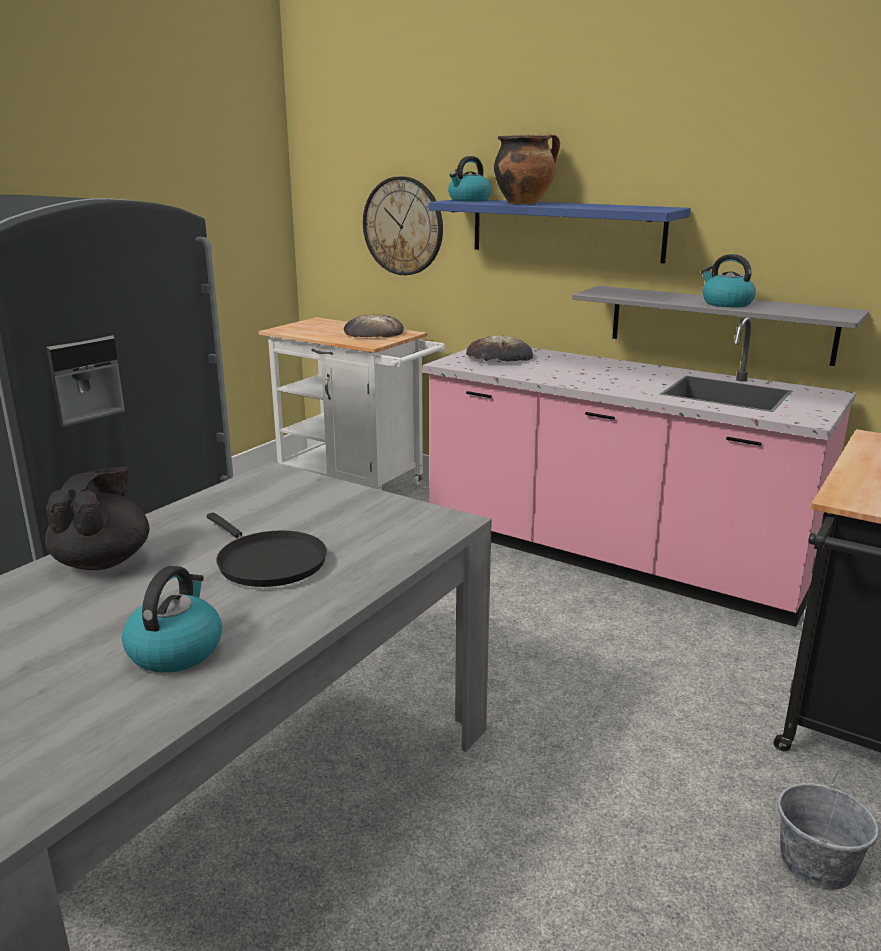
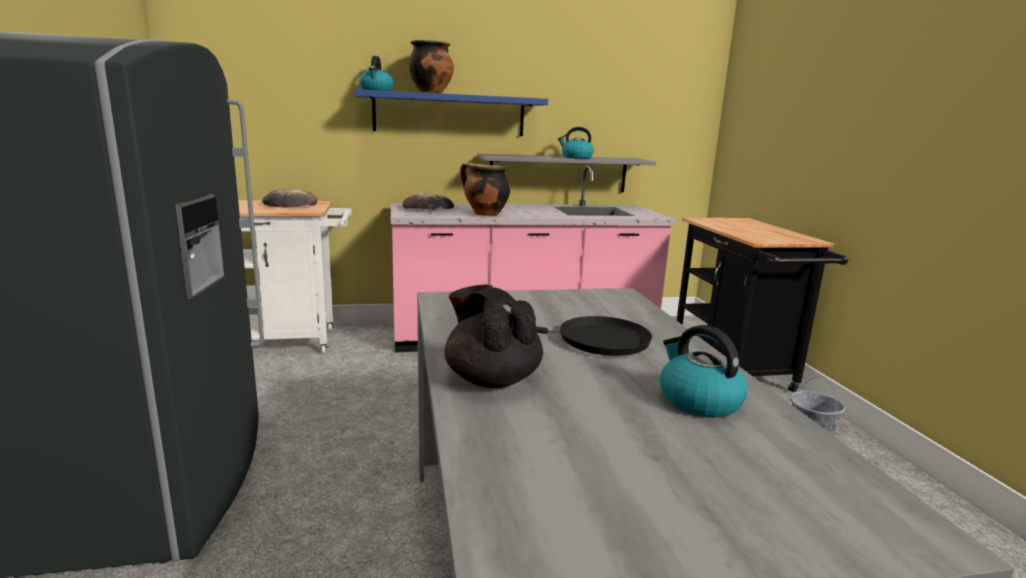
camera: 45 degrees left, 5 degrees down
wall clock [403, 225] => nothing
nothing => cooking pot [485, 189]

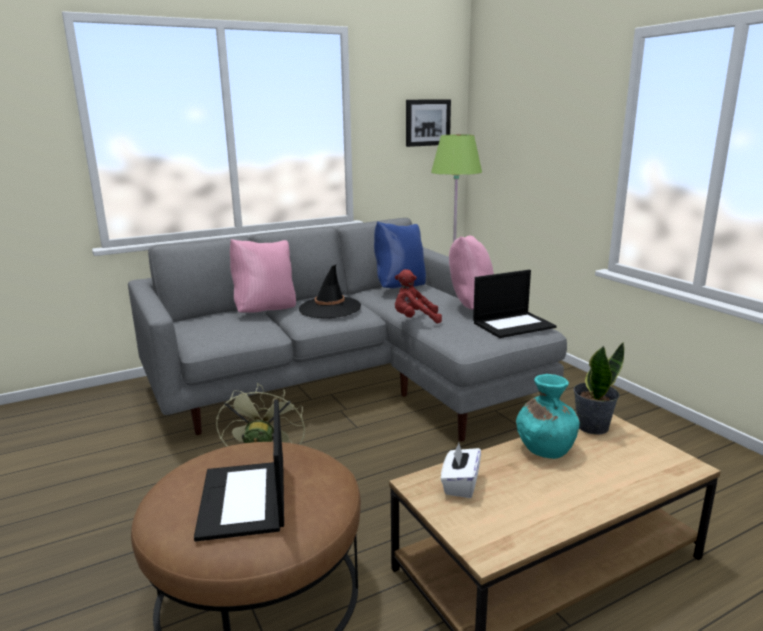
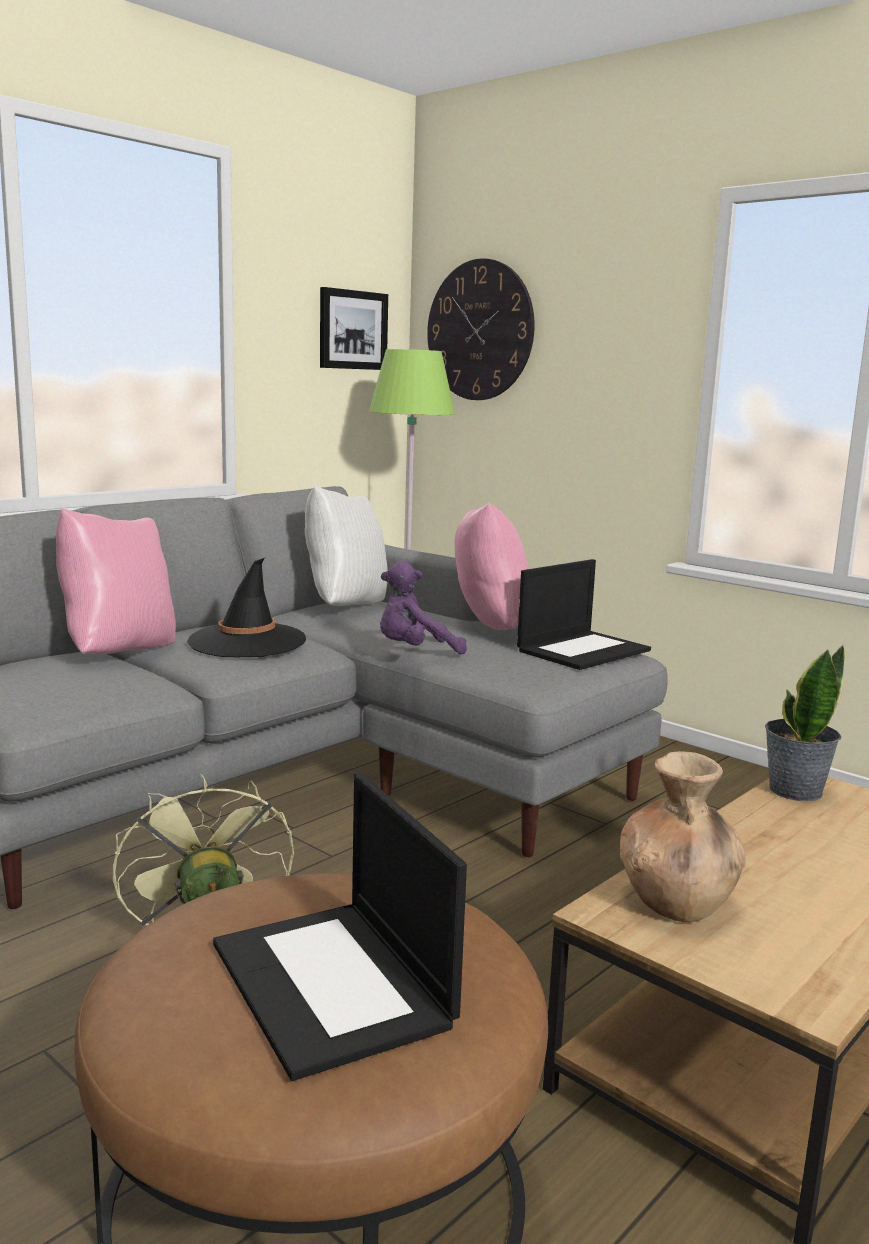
camera: 20 degrees left, 5 degrees down
vase (turquoise) [548, 416] => nothing
nothing => wall clock [481, 329]
tissue box (white) [461, 470] => vase (brown) [682, 836]
pillow (blue) [400, 254] => pillow (white) [346, 545]
plush toy (red) [418, 296] => plush toy (purple) [423, 607]

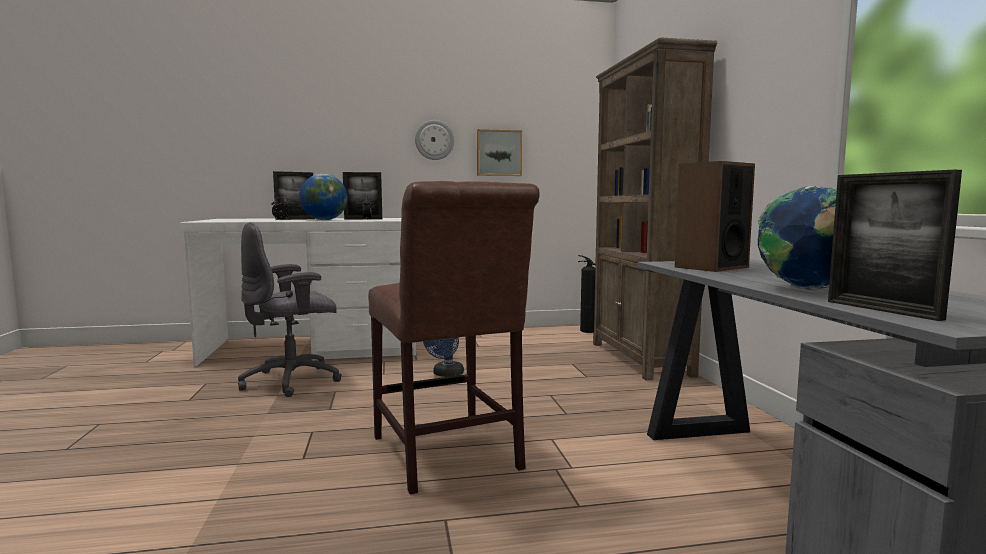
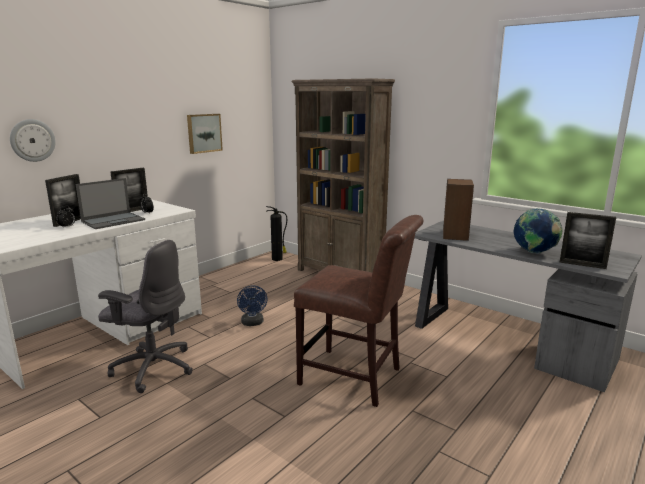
camera: 40 degrees left, 10 degrees up
wall clock [434, 140] => wall clock [33, 140], moved
globe [323, 197] => laptop [110, 203]
office chair (grey) [289, 309] => office chair (grey) [145, 316], 90 degrees counterclockwise

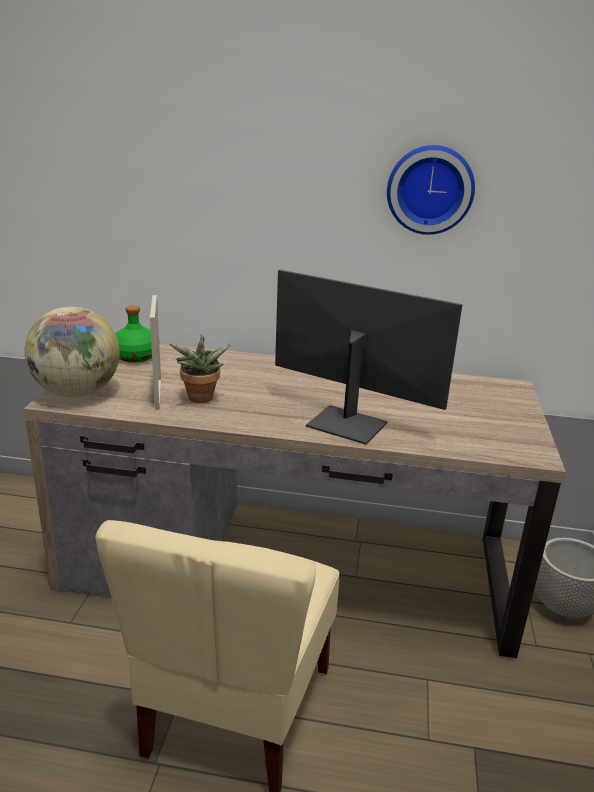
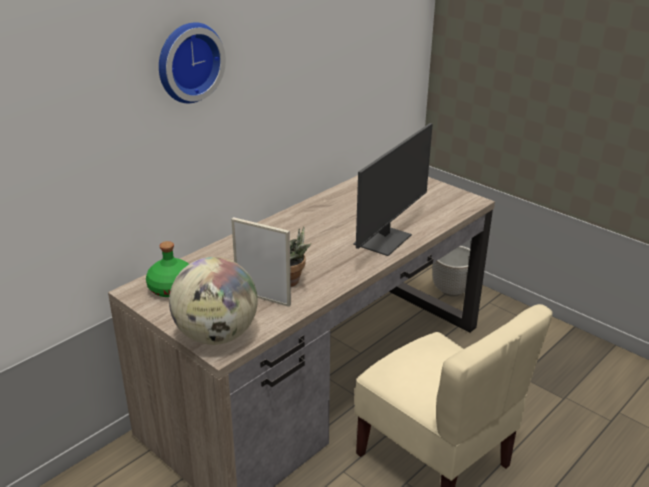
camera: 55 degrees left, 5 degrees up
wall clock [431, 190] => wall clock [192, 62], moved
monitor [369, 357] => monitor [393, 189], 150 degrees clockwise

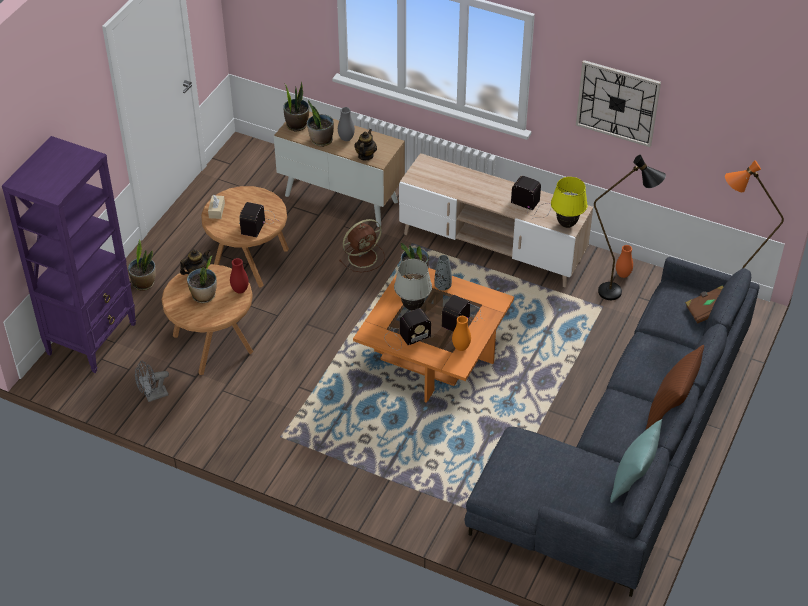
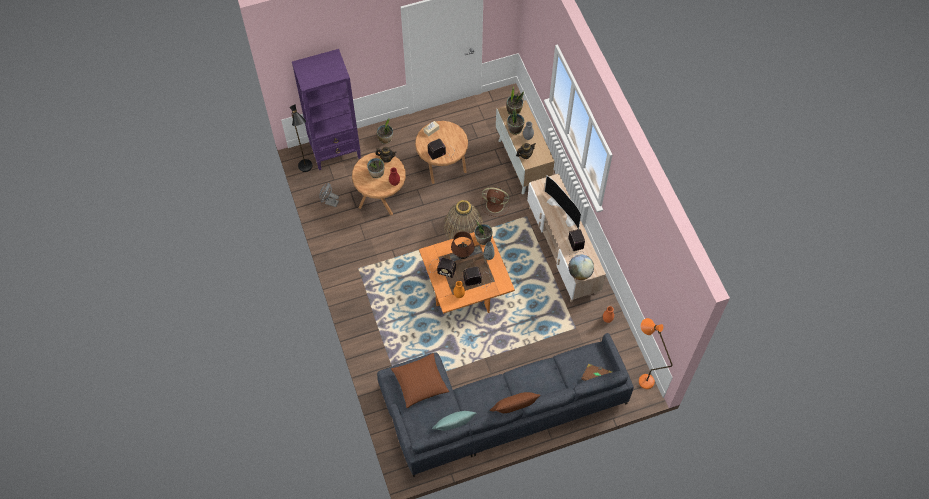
camera: 45 degrees right, 15 degrees up
wall clock [618, 103] => nothing
nothing => pillow (brown) [420, 380]
nothing => basket [463, 220]
nothing => television [563, 202]
floor lamp (black) [630, 227] => floor lamp (black) [301, 138], moved
table lamp (yellow) [569, 202] => globe [581, 267]
table lamp (white) [413, 285] => table lamp (brown) [463, 245]

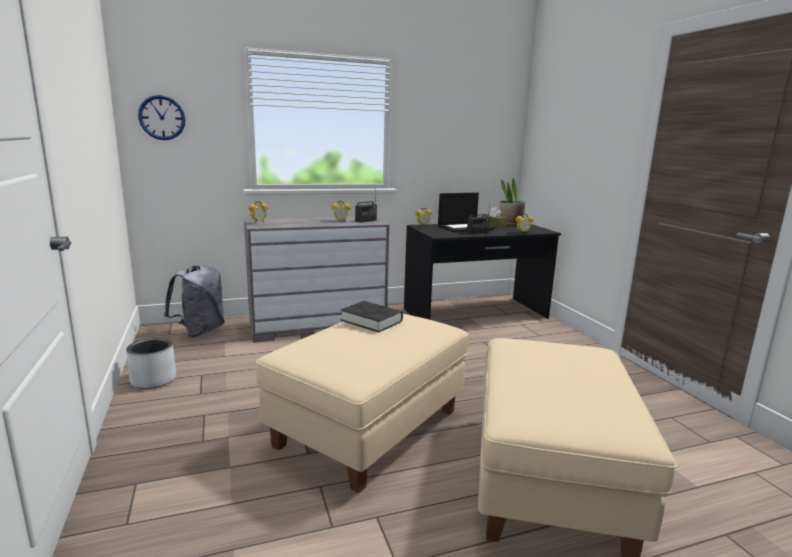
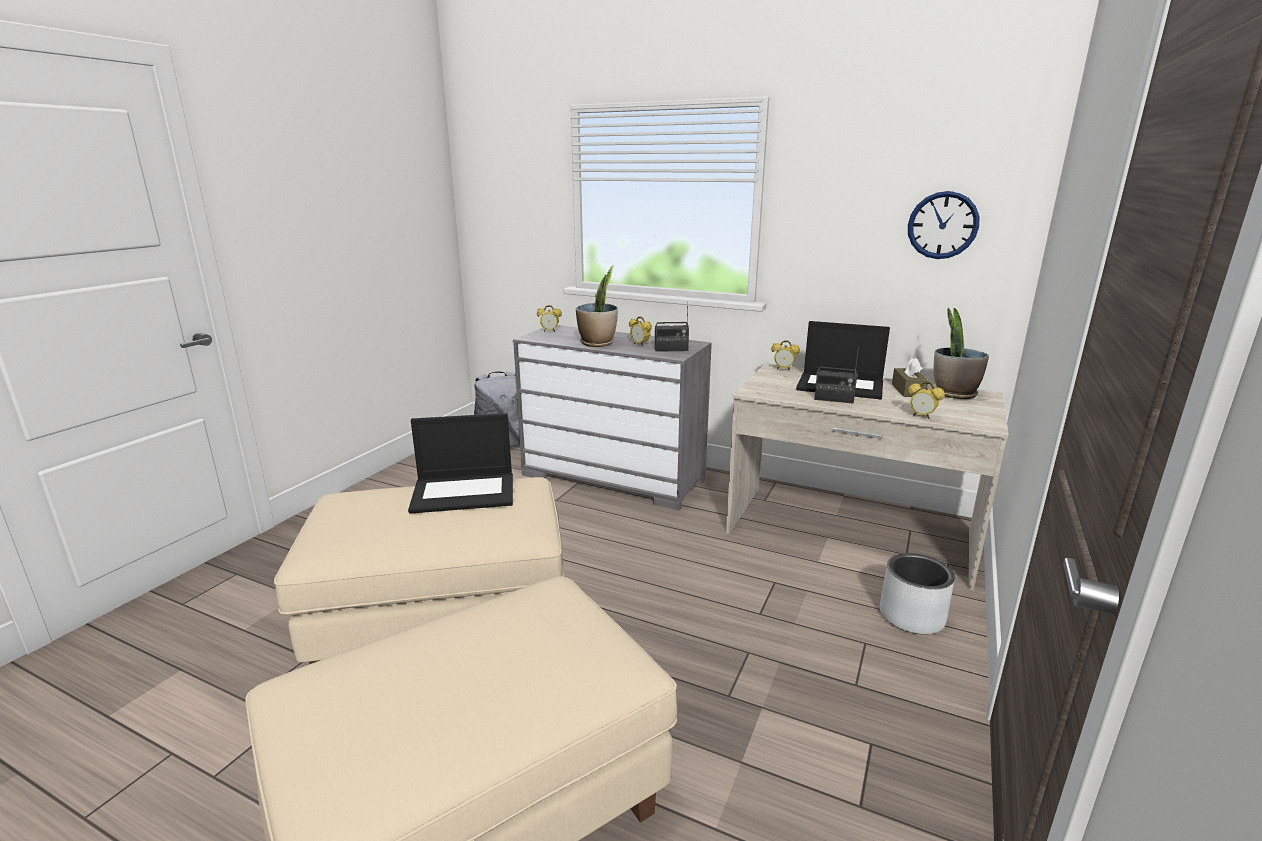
camera: 45 degrees right, 5 degrees up
nothing => potted plant [597, 306]
planter (grey) [151, 363] => planter (grey) [917, 593], moved
wall clock [161, 117] => wall clock [943, 225], moved
book (black) [372, 316] => laptop [460, 463]
desk (black) [482, 272] => desk (beige) [867, 477]

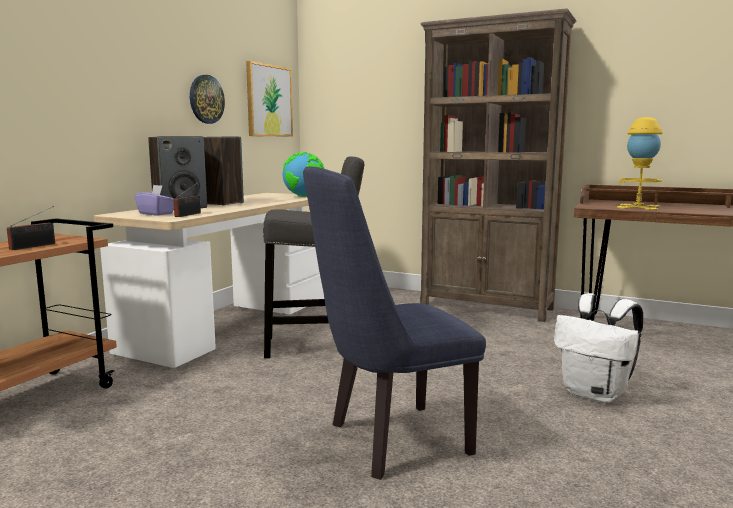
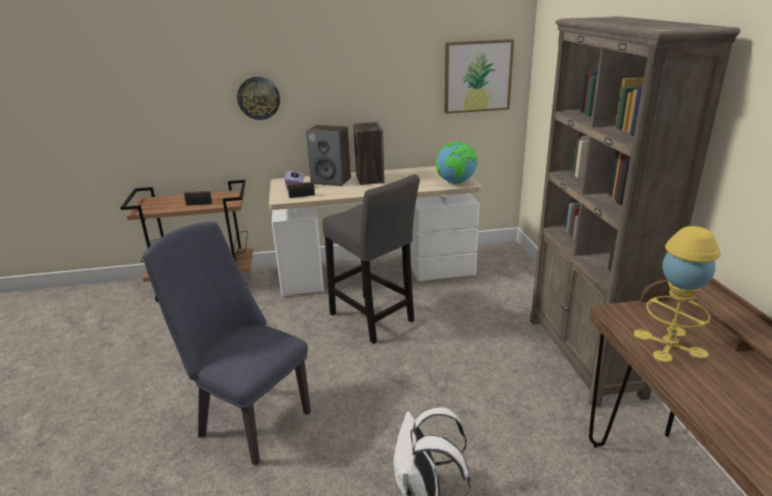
camera: 55 degrees right, 15 degrees up
wall clock [207, 99] => wall clock [258, 98], moved

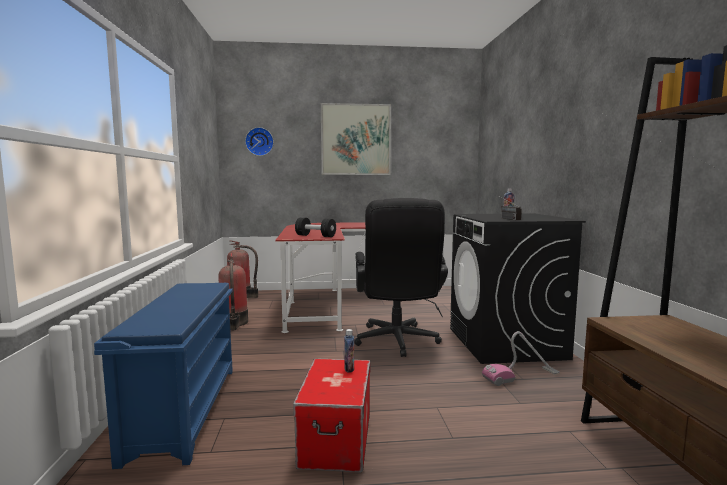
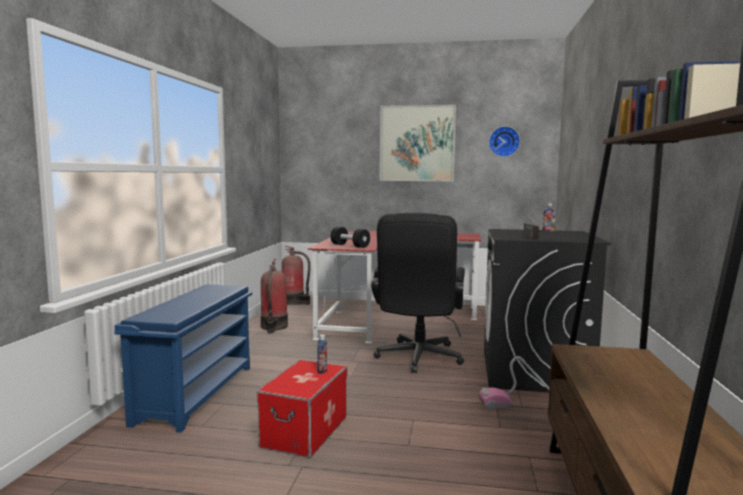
camera: 15 degrees right, 0 degrees up
wall clock [259, 141] => wall clock [504, 141], moved

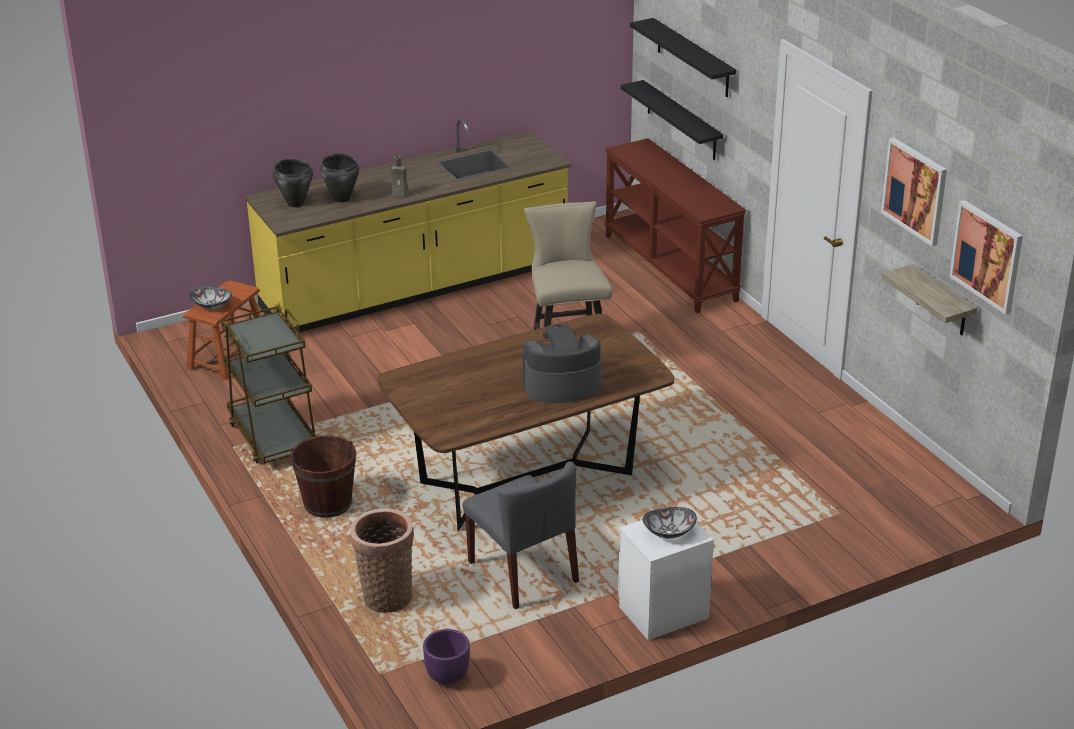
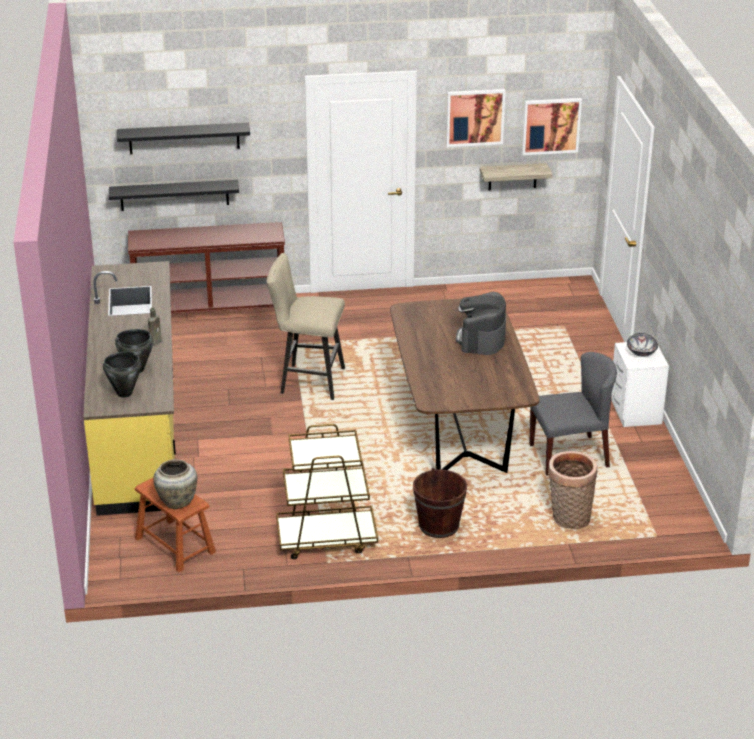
camera: 70 degrees left, 0 degrees up
planter (purple) [446, 657] => nothing
bowl [211, 298] => vase (beige) [175, 484]

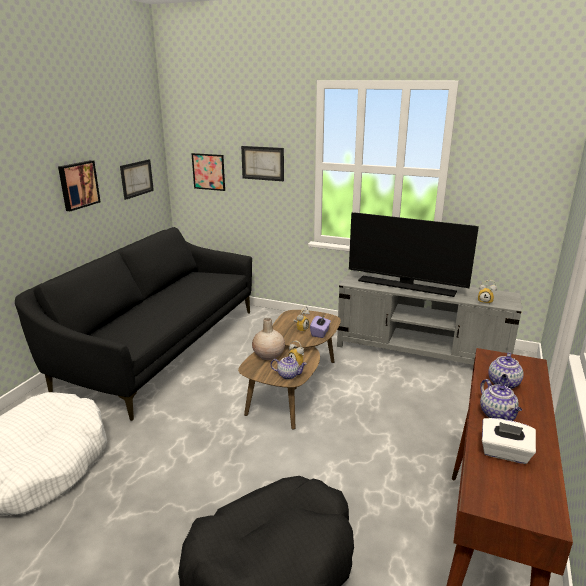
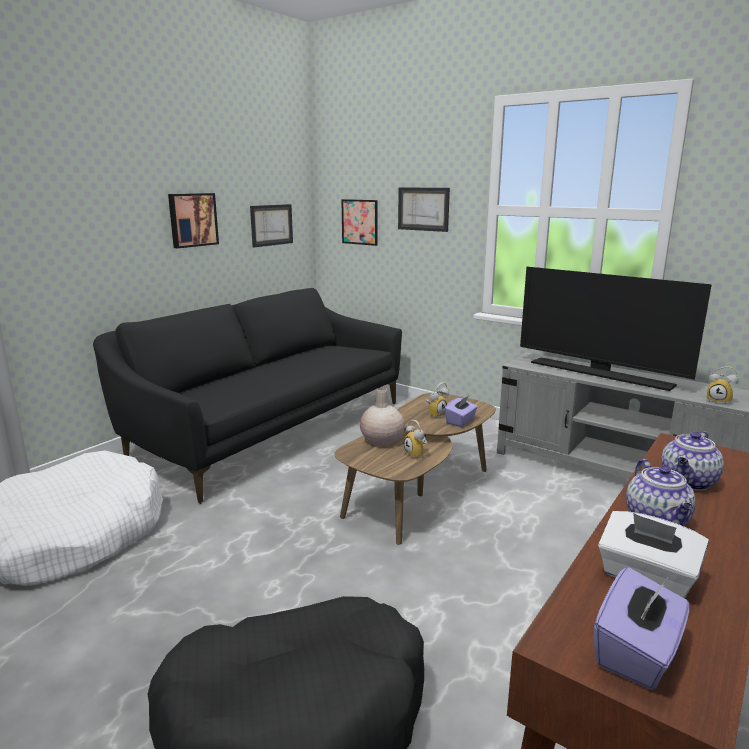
camera: 15 degrees right, 5 degrees down
teapot [289, 368] => nothing
nothing => tissue box (purple) [641, 628]

